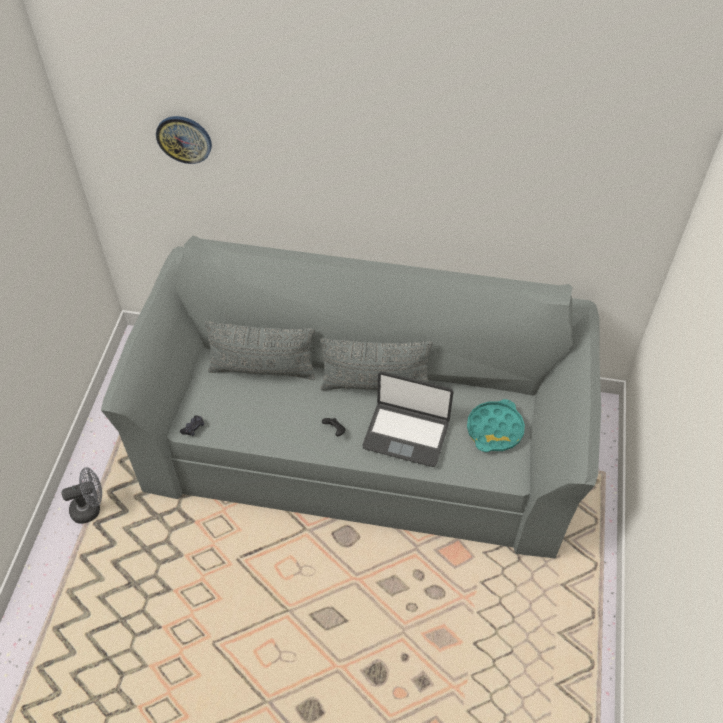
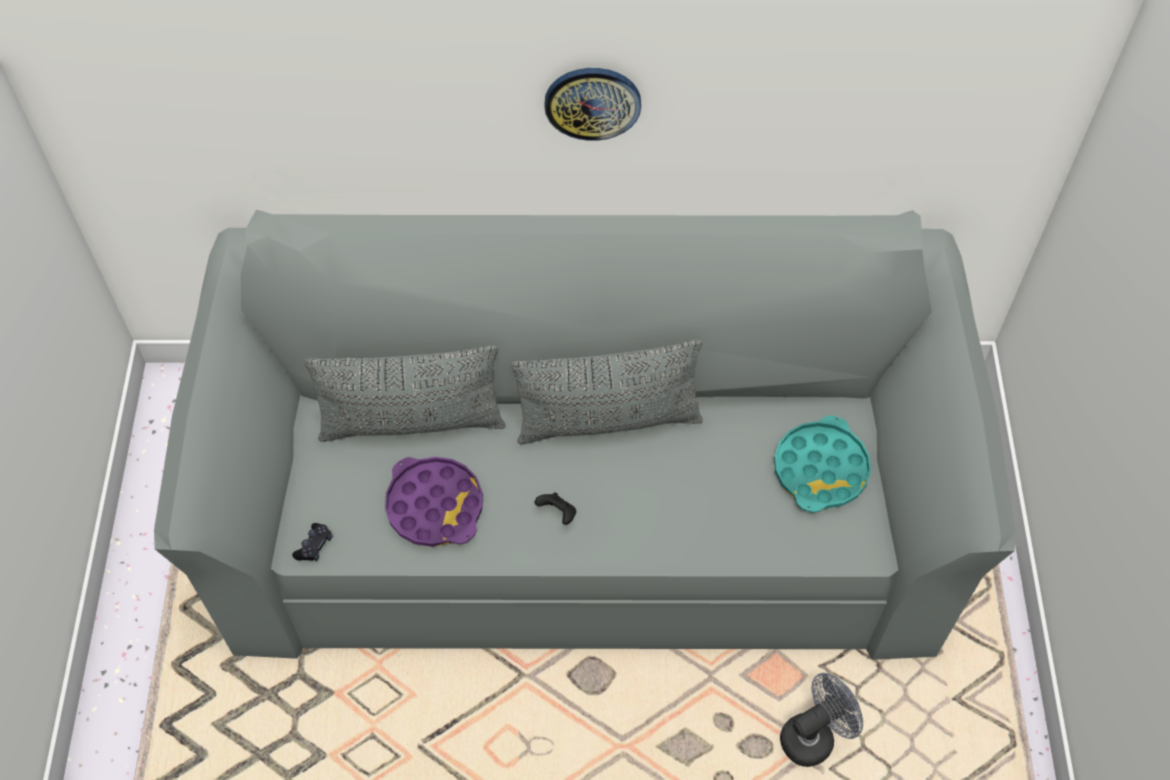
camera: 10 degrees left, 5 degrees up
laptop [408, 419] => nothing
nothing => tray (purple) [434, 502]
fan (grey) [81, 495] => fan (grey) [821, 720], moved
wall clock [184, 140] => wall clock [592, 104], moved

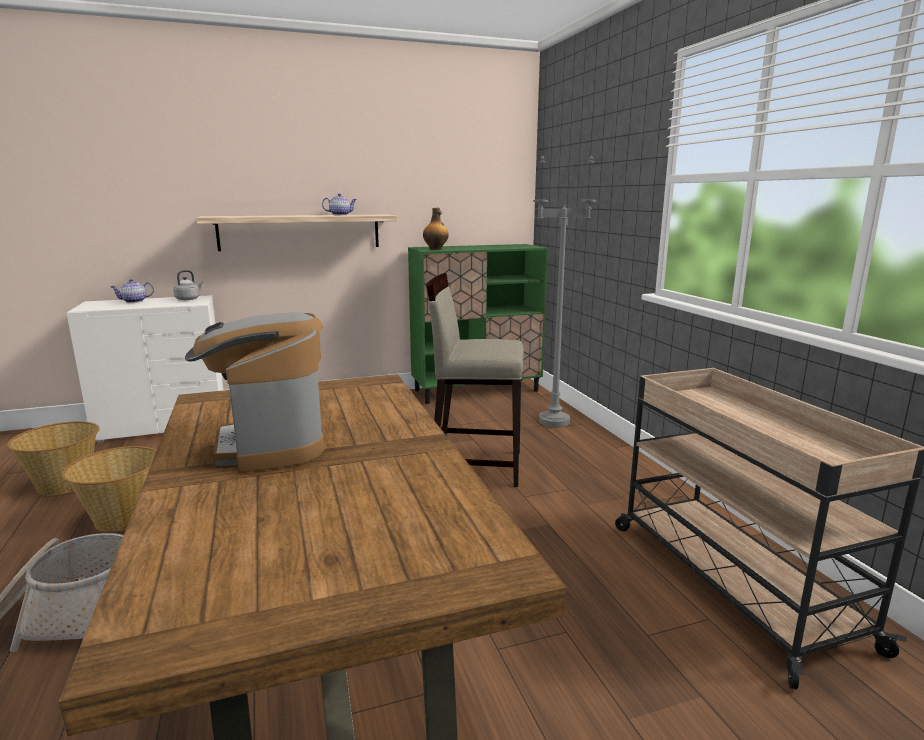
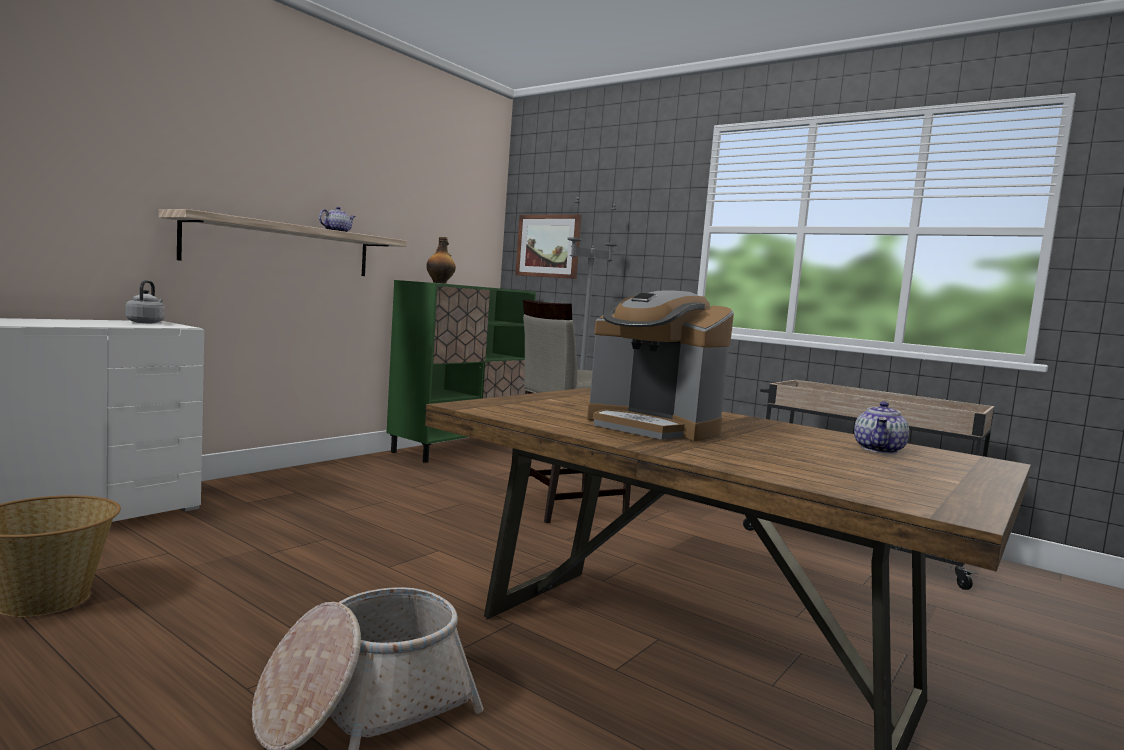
camera: 35 degrees left, 10 degrees down
basket [109, 489] => nothing
nothing => picture [548, 246]
teapot [132, 291] => teapot [881, 427], moved

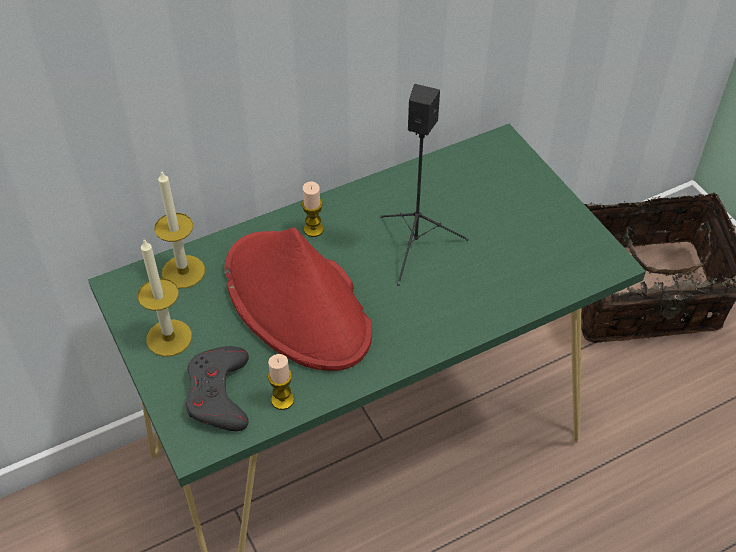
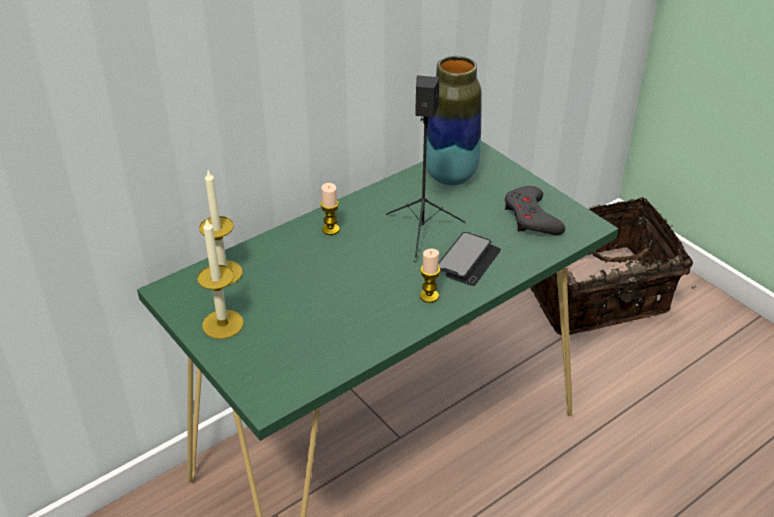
camera: 10 degrees left, 10 degrees down
hat (red) [298, 299] => nothing
nothing => vase [454, 120]
nothing => phone [469, 259]
game controller (grey) [217, 388] => game controller (grey) [535, 210], moved
candle [281, 382] => candle [430, 276], moved

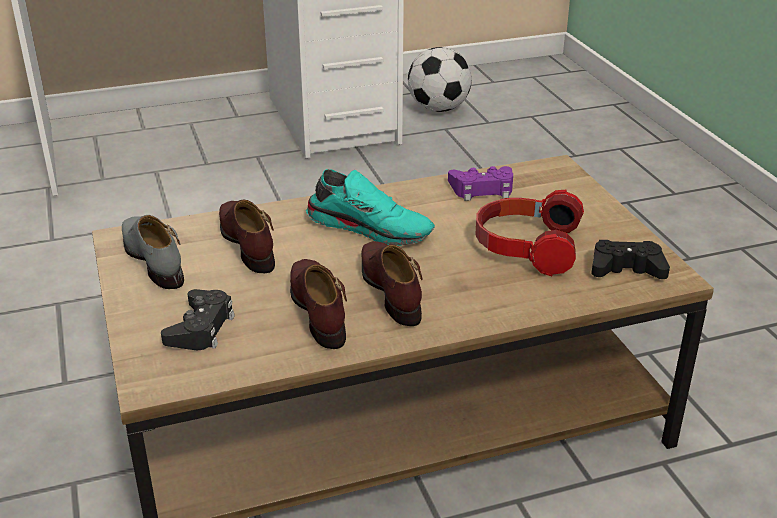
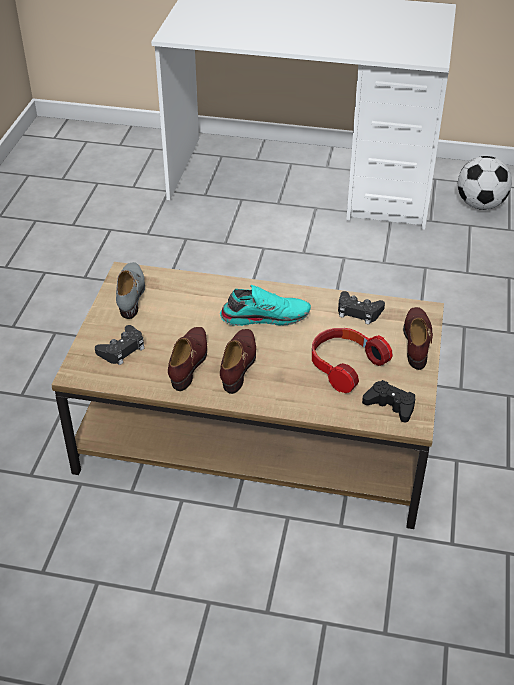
camera: 30 degrees right, 10 degrees up
shoe (brown) [247, 236] => shoe (brown) [418, 338], moved
game controller (purple) [480, 183] => game controller (black) [361, 308]
shoe (turquoise) [370, 207] => shoe (turquoise) [265, 305], 60 degrees counterclockwise

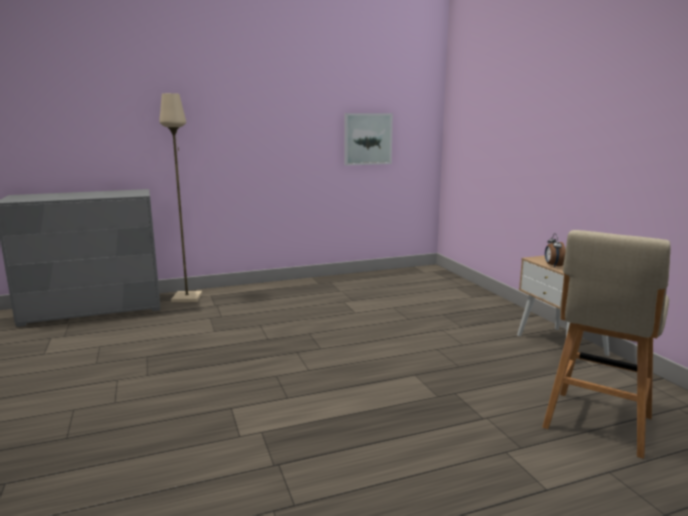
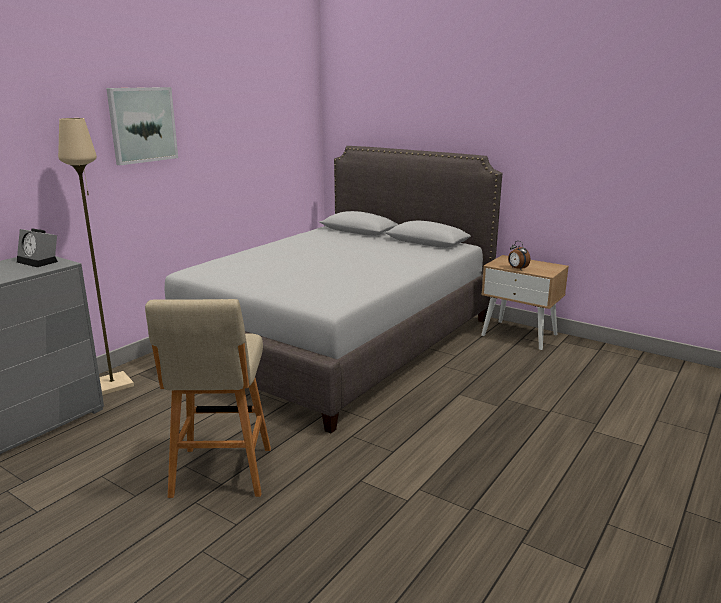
camera: 35 degrees left, 5 degrees up
nothing => alarm clock [37, 248]
nothing => bed (grey) [333, 289]
picture [368, 139] => picture [142, 126], moved
stool (beige) [606, 344] => stool (beige) [208, 398], moved

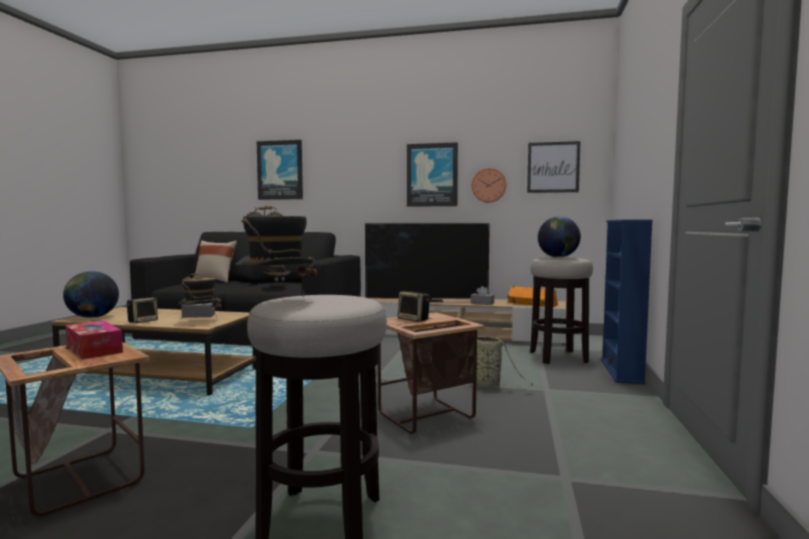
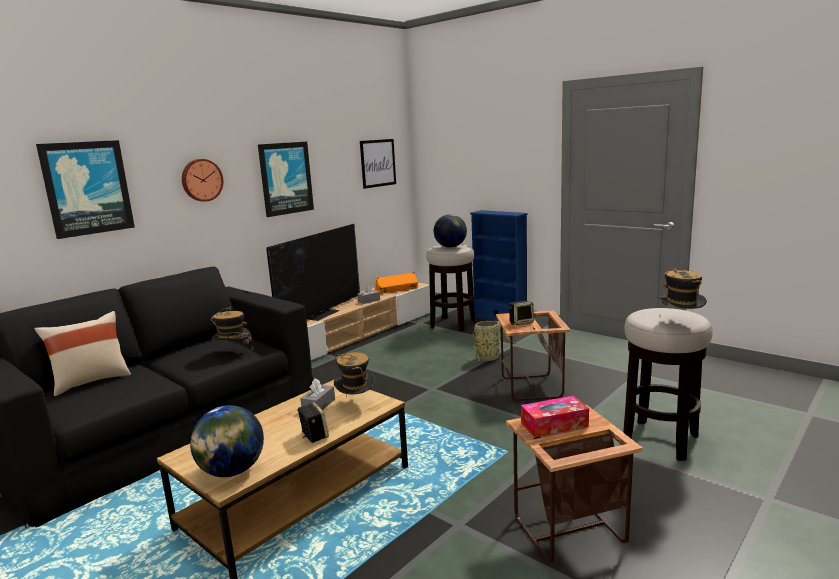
camera: 60 degrees left, 10 degrees up
wall clock [489, 185] => wall clock [202, 180], moved

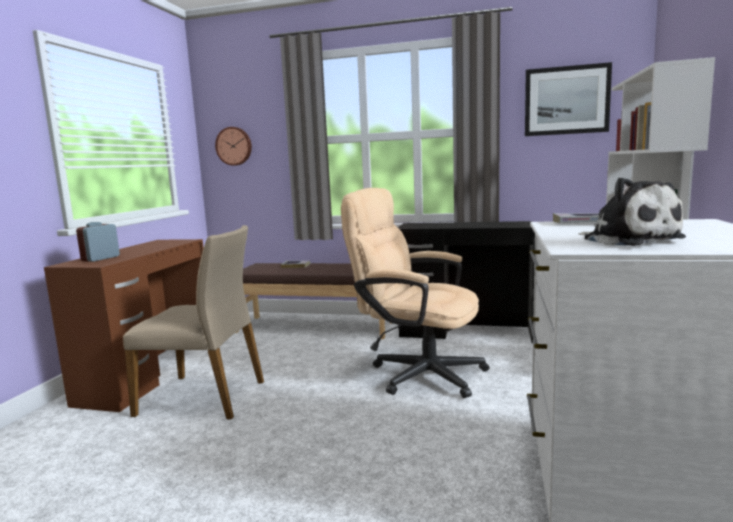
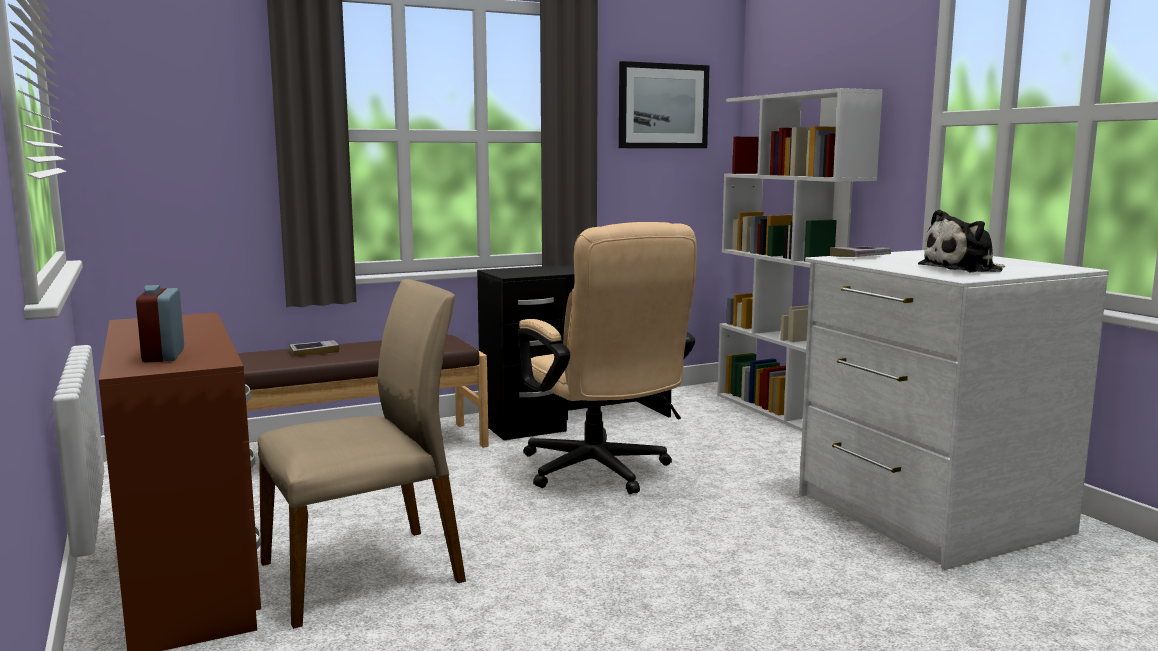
camera: 40 degrees left, 0 degrees up
wall clock [233, 146] => nothing
office chair (beige) [415, 293] => office chair (beige) [607, 358], 105 degrees counterclockwise
plush toy [632, 211] => plush toy [962, 241], 135 degrees clockwise

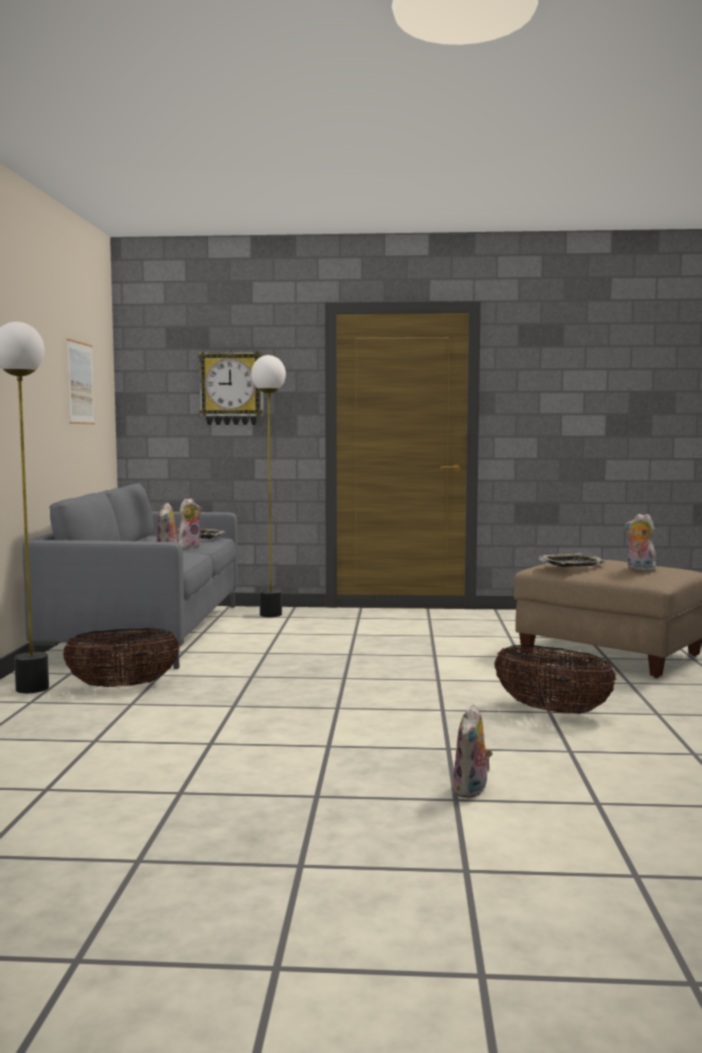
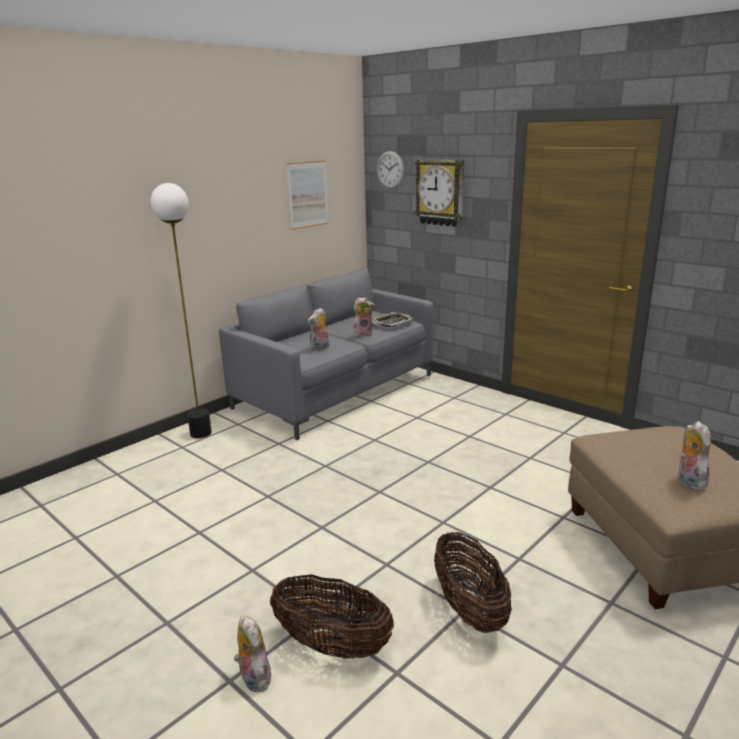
camera: 40 degrees right, 15 degrees up
floor lamp [268, 486] => nothing
tray [572, 560] => nothing
nothing => wall clock [390, 169]
basket [121, 657] => basket [332, 616], moved
plush toy [473, 751] => plush toy [253, 654], 90 degrees clockwise

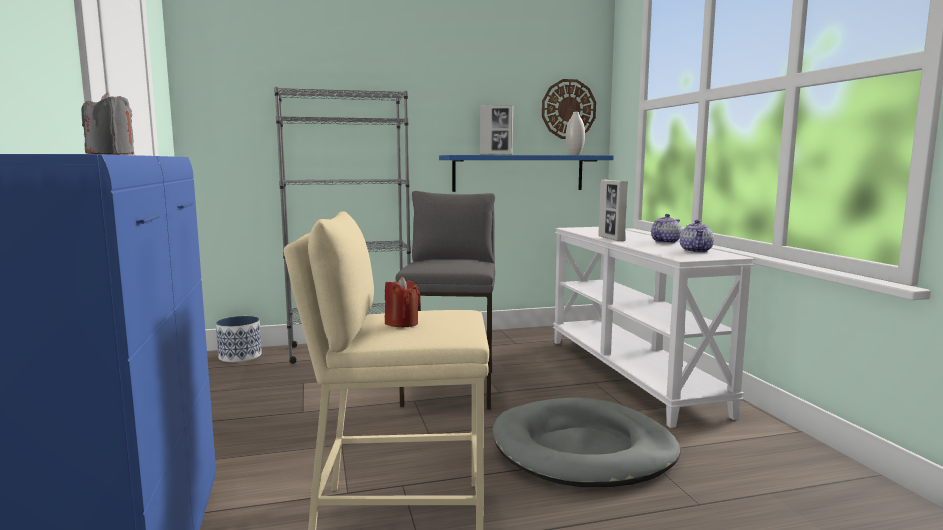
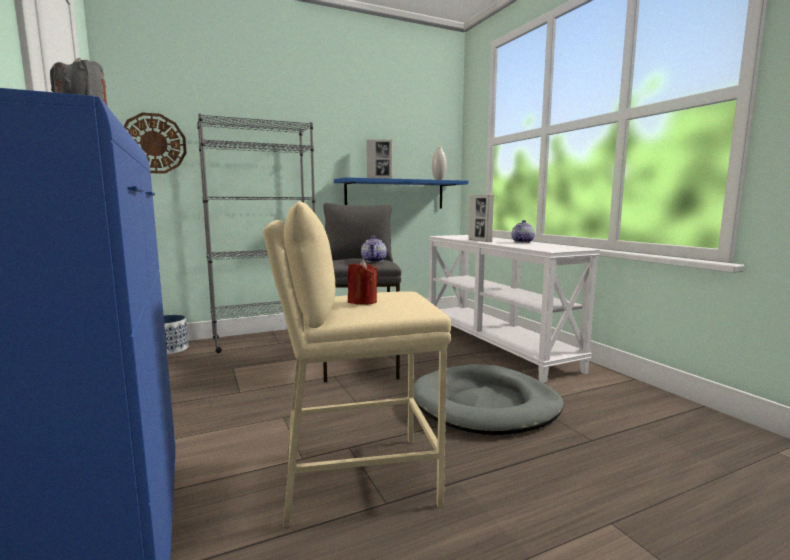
camera: 10 degrees left, 0 degrees up
wall clock [569, 109] => wall clock [155, 143], moved
teapot [697, 236] => teapot [374, 249], moved

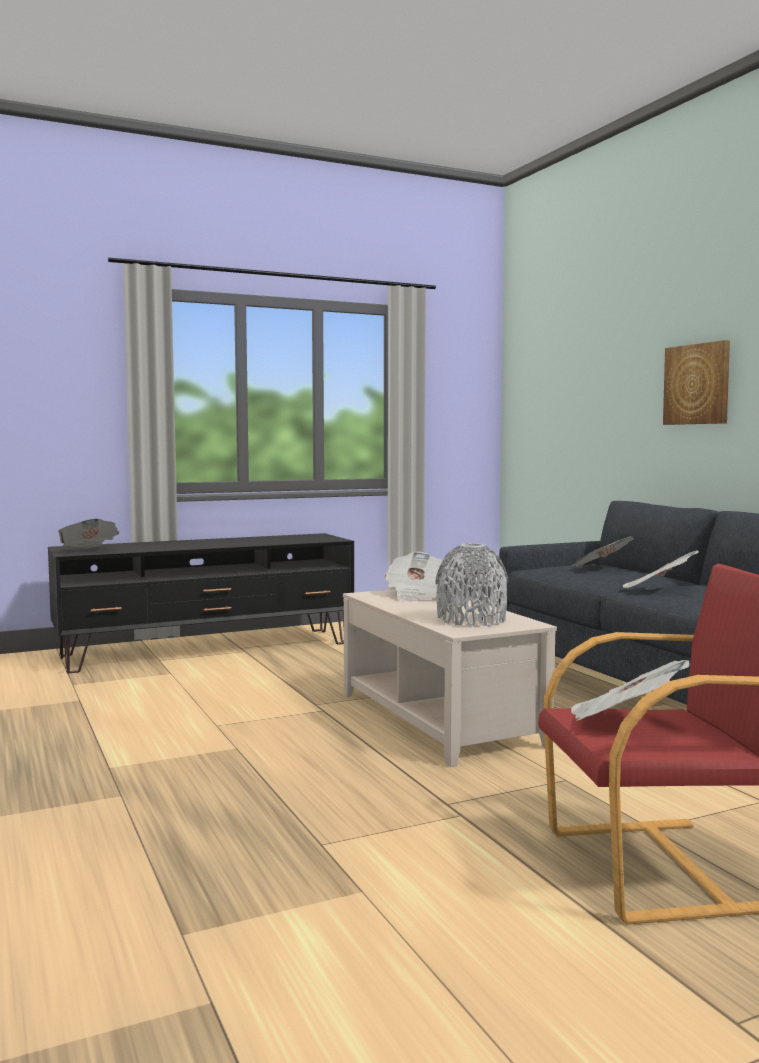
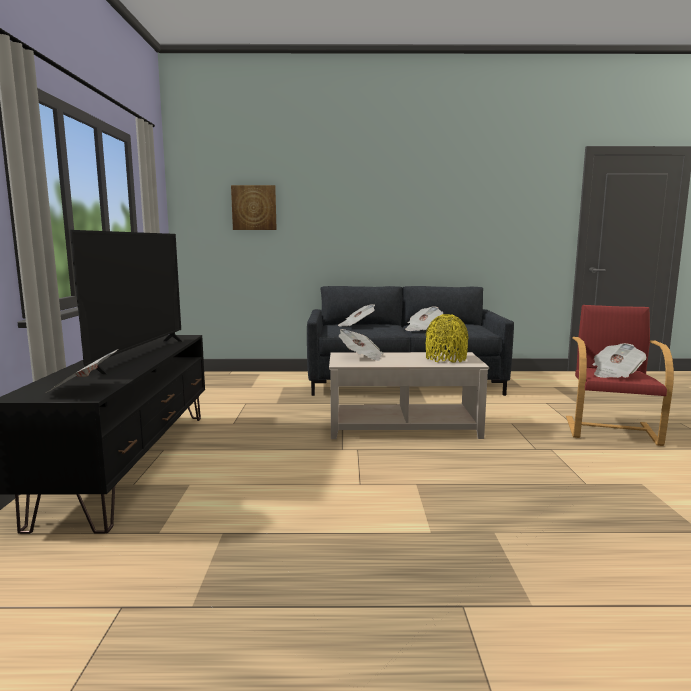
camera: 65 degrees left, 5 degrees up
nothing => television [126, 302]
picture [696, 382] => picture [254, 207], moved
vase (grey) [472, 585] => vase (yellow) [447, 338]

